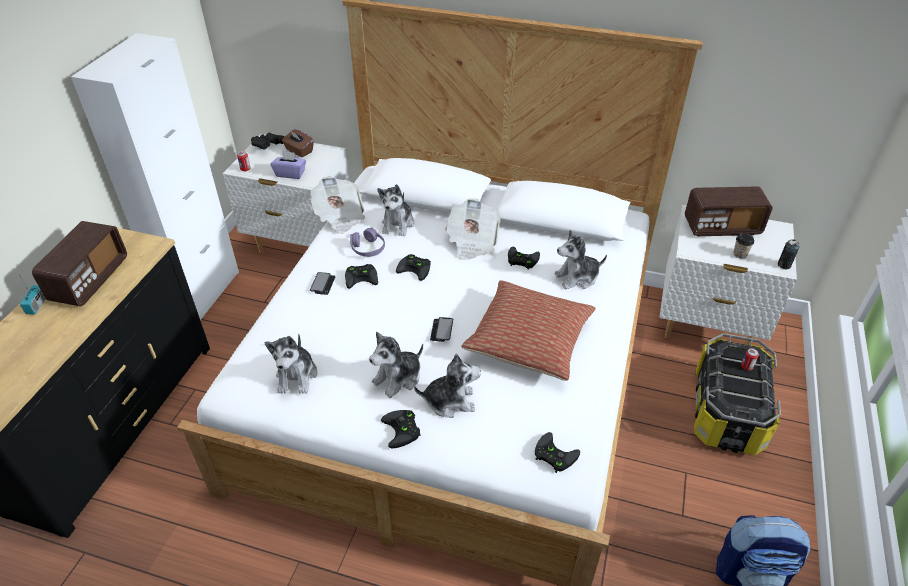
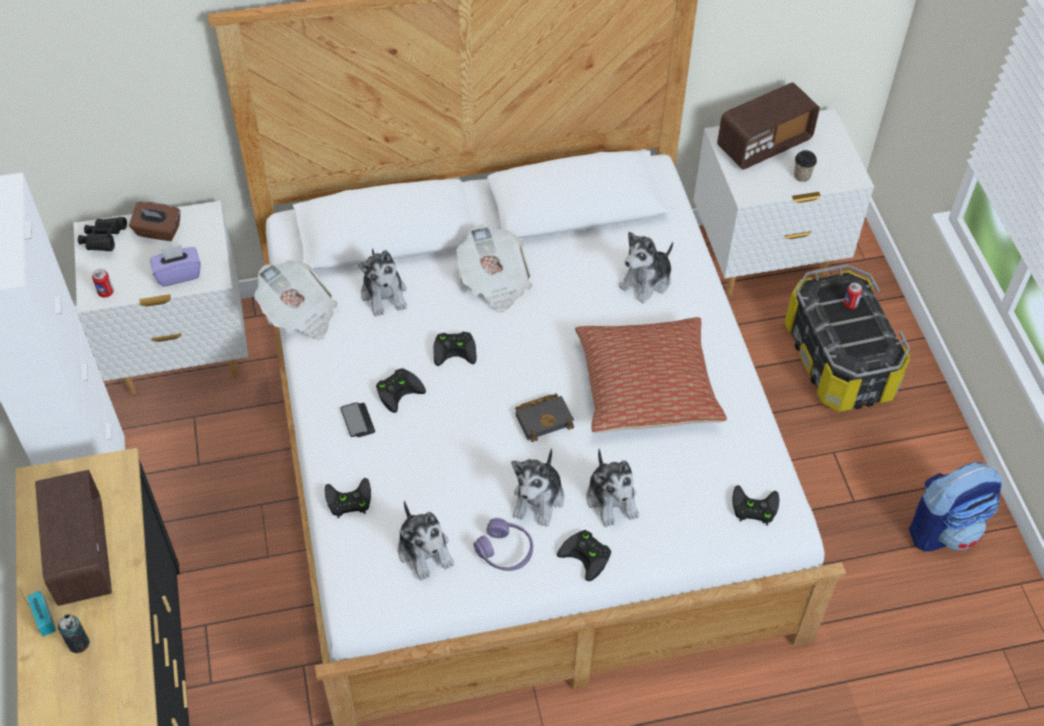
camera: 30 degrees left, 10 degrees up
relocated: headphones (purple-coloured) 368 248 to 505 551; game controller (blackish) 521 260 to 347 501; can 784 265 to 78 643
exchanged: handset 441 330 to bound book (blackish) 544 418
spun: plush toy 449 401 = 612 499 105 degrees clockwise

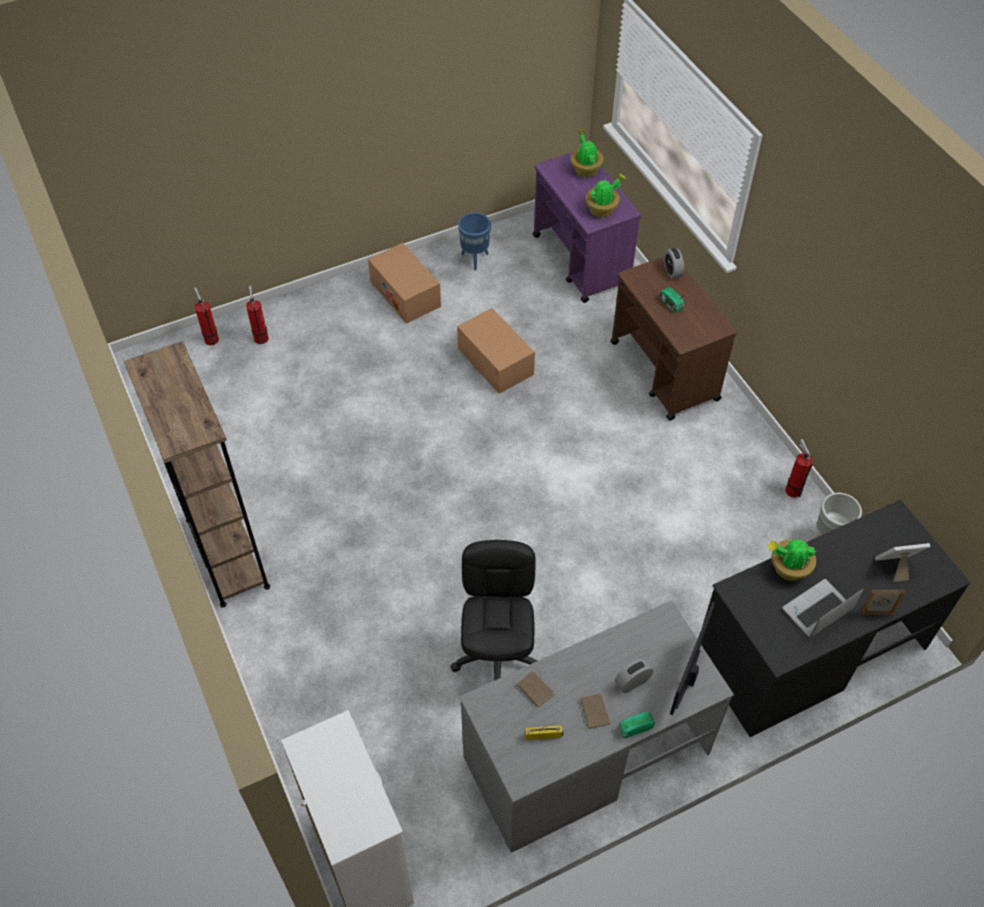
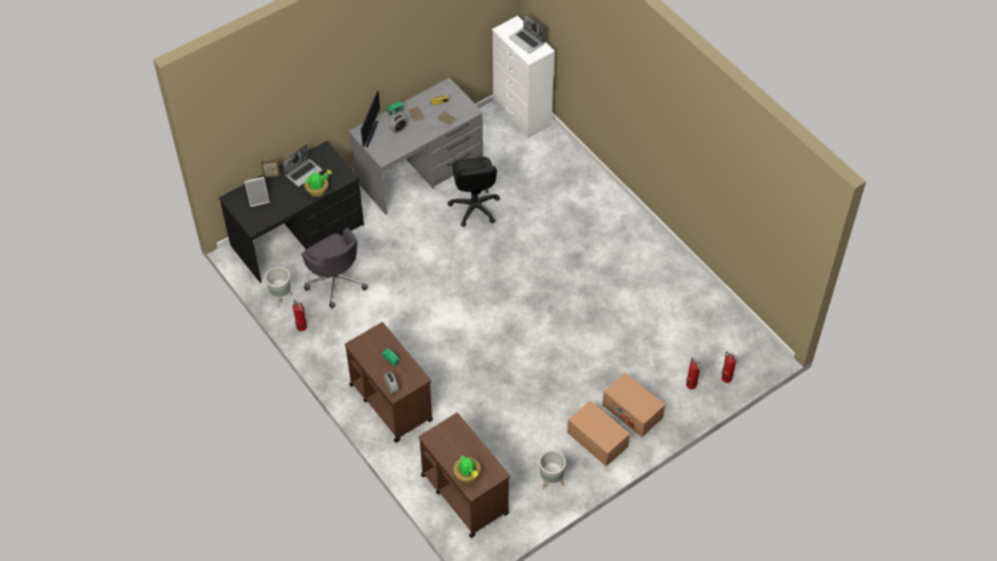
camera: 170 degrees right, 0 degrees up
missing: bookshelf (brownish) 227 552; plant in a pot 602 209
appeared: office chair (grey) 335 280; notebook computer 527 41
relocated: cardboard box 495 361 to 632 411
colour: flower pot (blue-coloured) 475 259 to flower pot (grey) 551 482; trolley (purple-coloured) 581 261 to trolley (brownish) 464 493

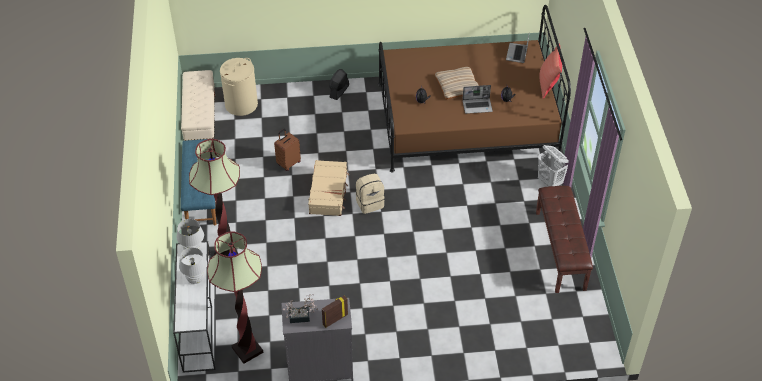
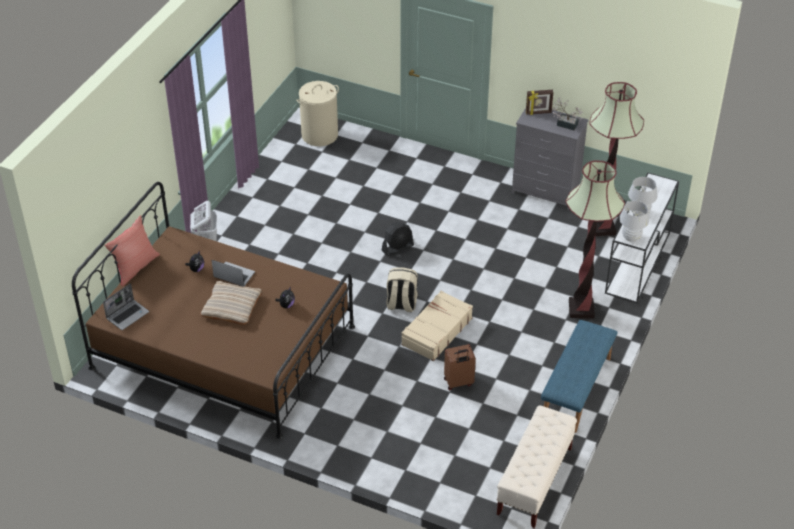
camera: 150 degrees left, 5 degrees down
missing: bench (brownish) 561 250
relocated: hamper (beige-coloured) 241 104 to 319 135; electric fan (blackish) 339 91 to 397 248

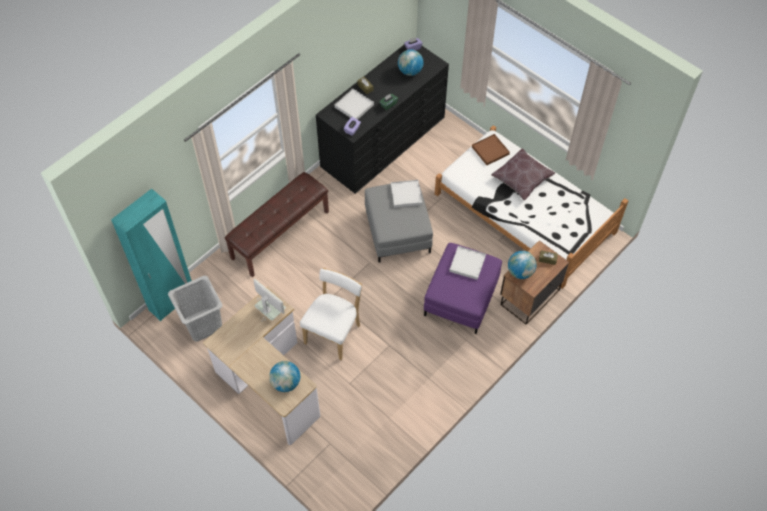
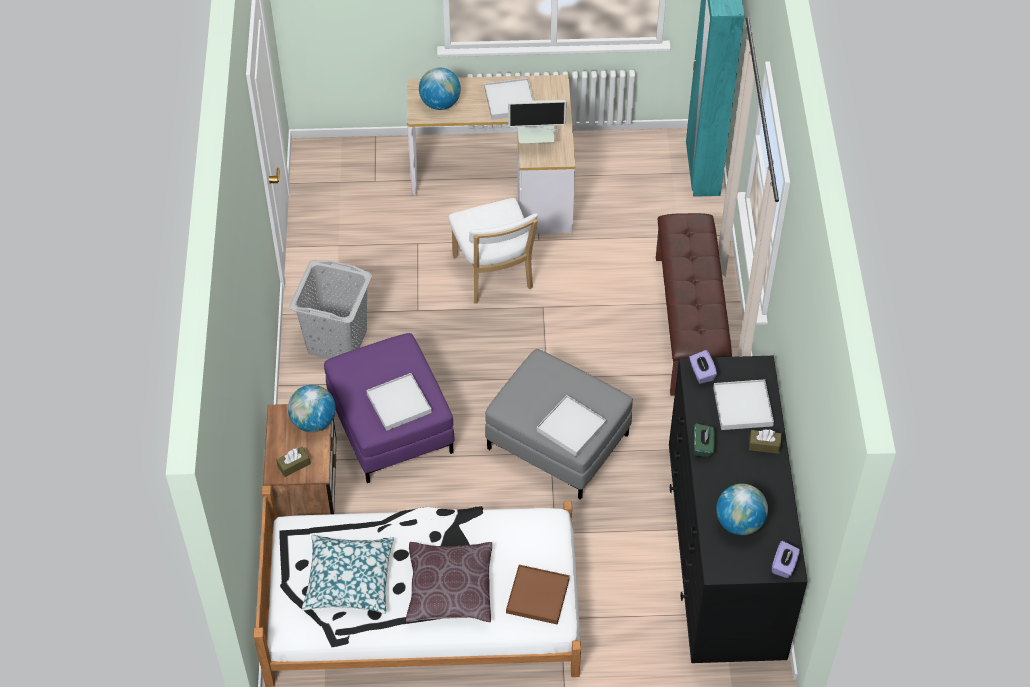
camera: 135 degrees right, 5 degrees down
appeared: throw pillow 349 580; serving tray (white) 510 101
relocated: hamper (grey) 202 324 to 338 340

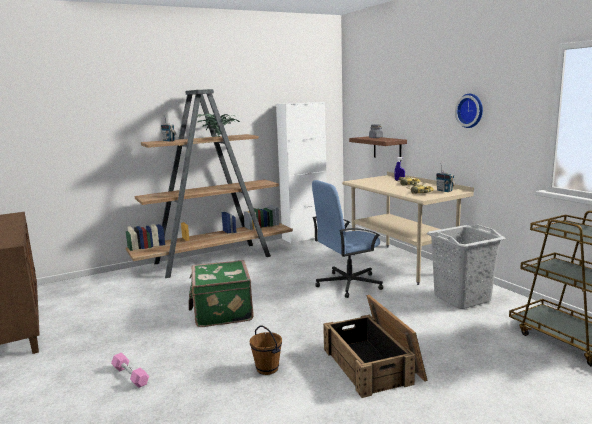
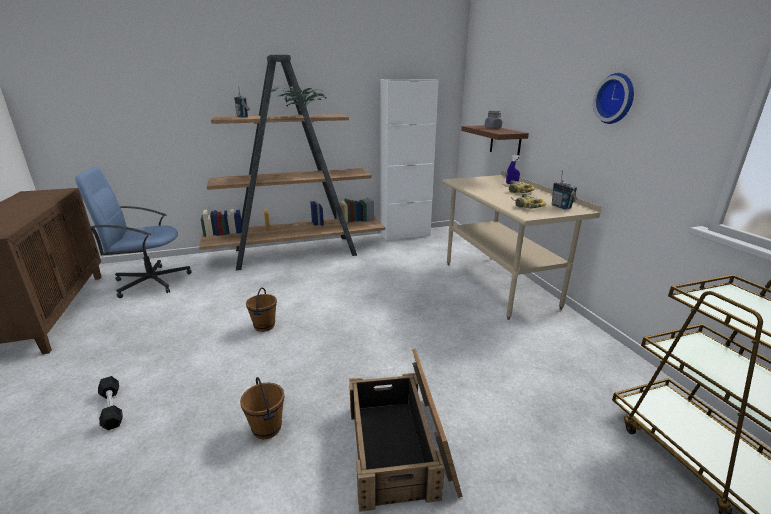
camera: 10 degrees right, 10 degrees up
missing: hamper (grey) 462 298
relocated: office chair (blue-coloured) 348 284 to 150 281
exchanged: travel case (greenish) 221 312 to bucket (brownish) 265 326
colour: free weight (pink) 130 376 to free weight (blackish) 112 408

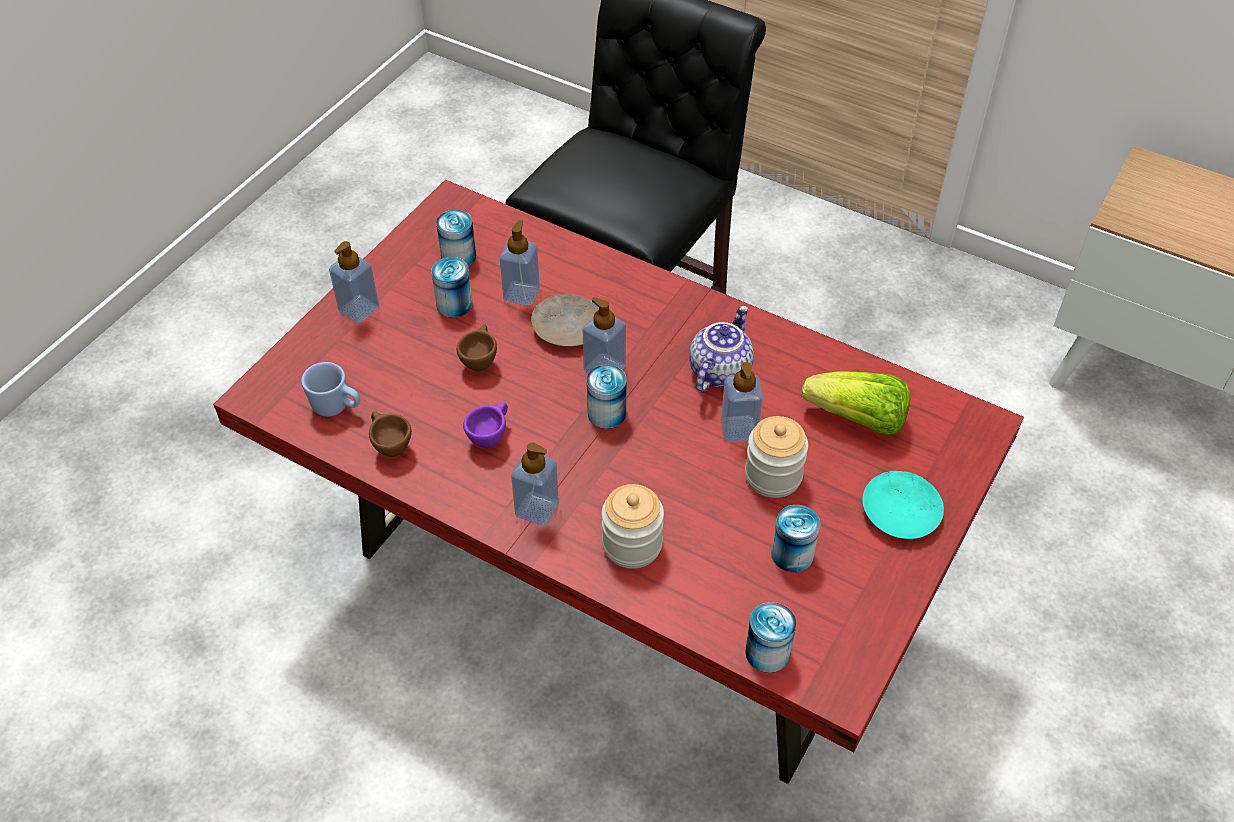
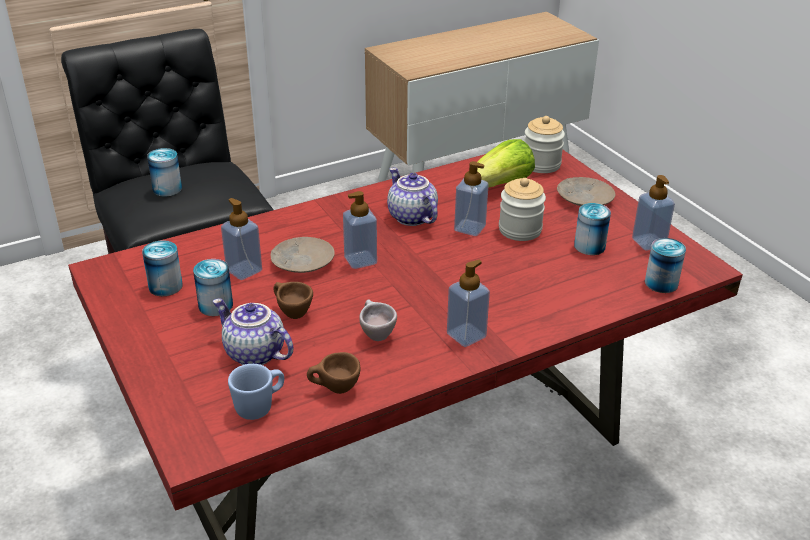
camera: 60 degrees left, 15 degrees down
appeared: pot for tea 253 354
relocated: soap dispenser 359 309 to 648 242; can 606 413 to 167 189; preserve jar 632 544 to 541 164
colour: small cup (purple-coloured) 490 437 to small cup (beige-coloured) 375 334; plate (turquoise) 901 510 to plate (beige-coloured) 584 198

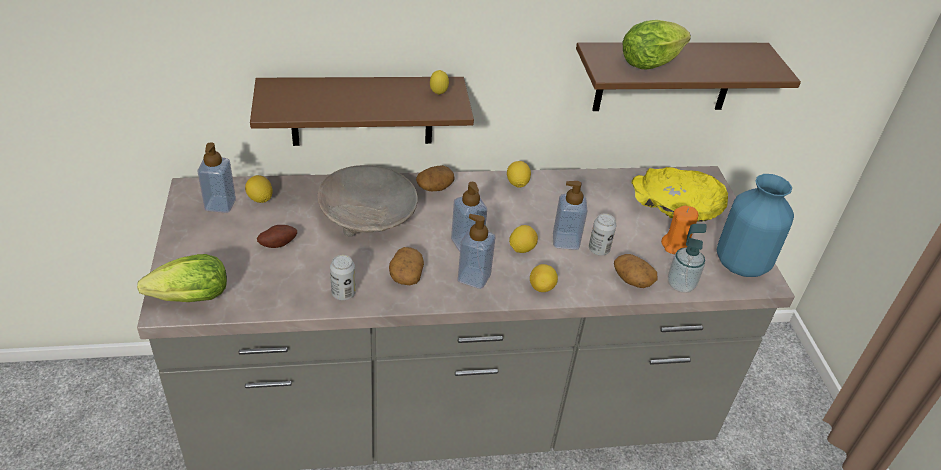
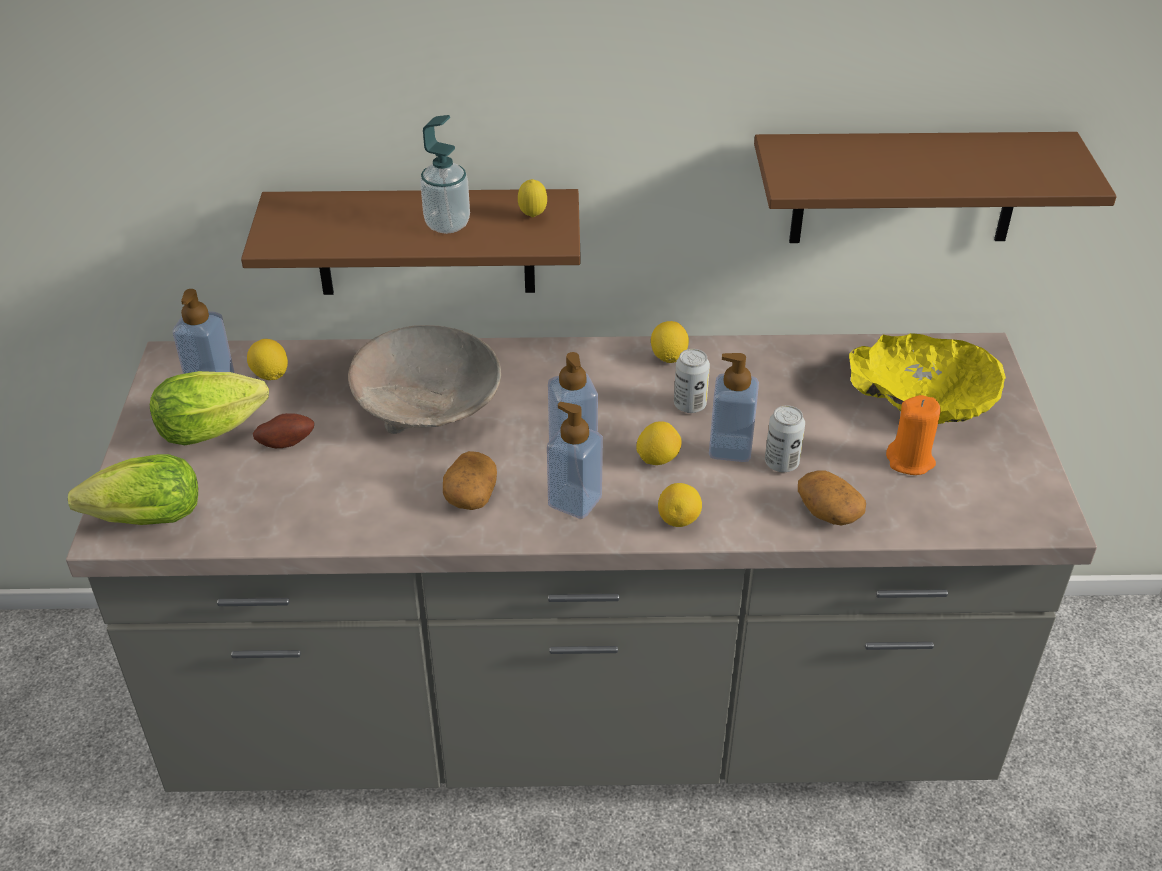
camera: 10 degrees right, 0 degrees up
missing: spud 435 187; flower vase (blue-coloured) 742 264
relocated: can 343 293 to 690 405; head of lettuce 653 63 to 217 429; soap dispenser 681 284 to 447 224

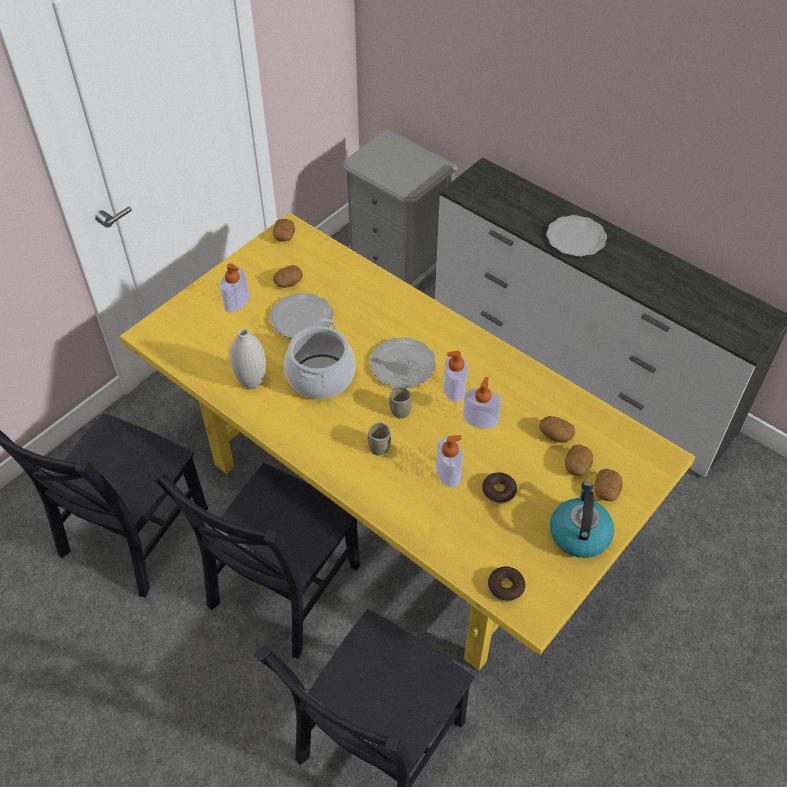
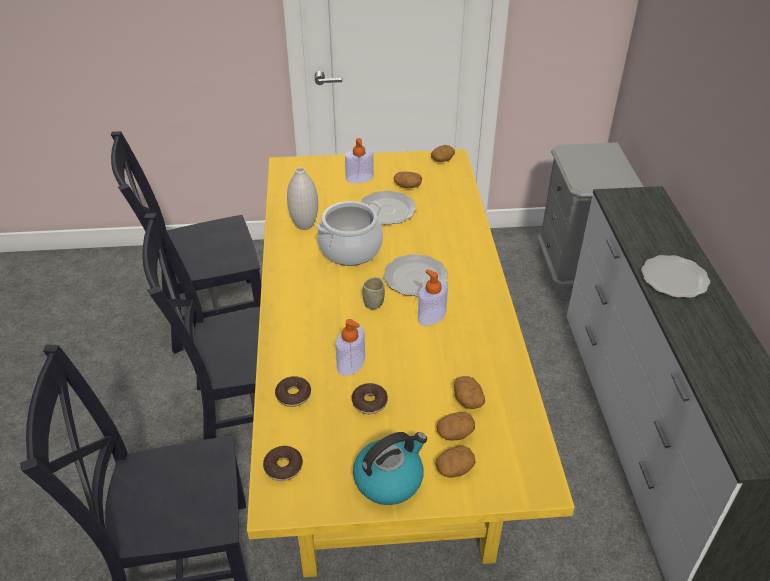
camera: 45 degrees right, 10 degrees down
missing: small cup 379 447; soap dispenser 480 419
appeared: ring doughnut 293 395

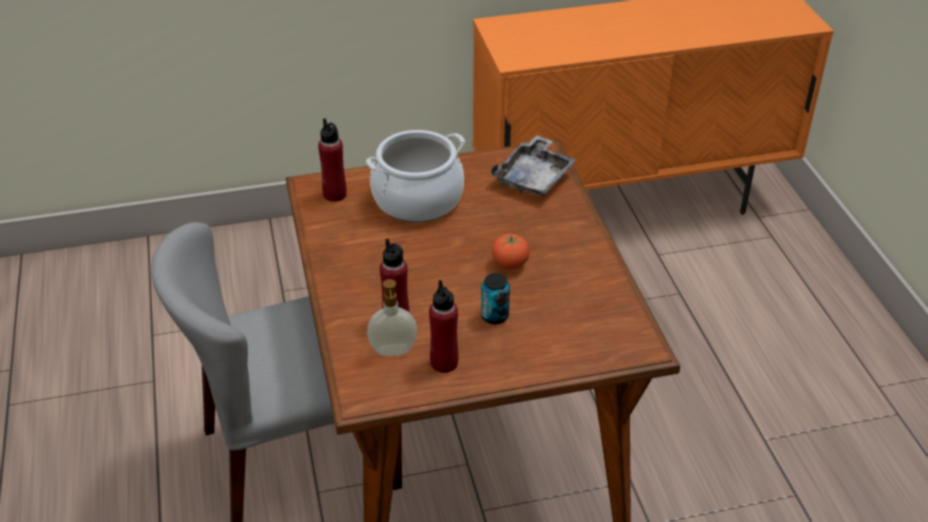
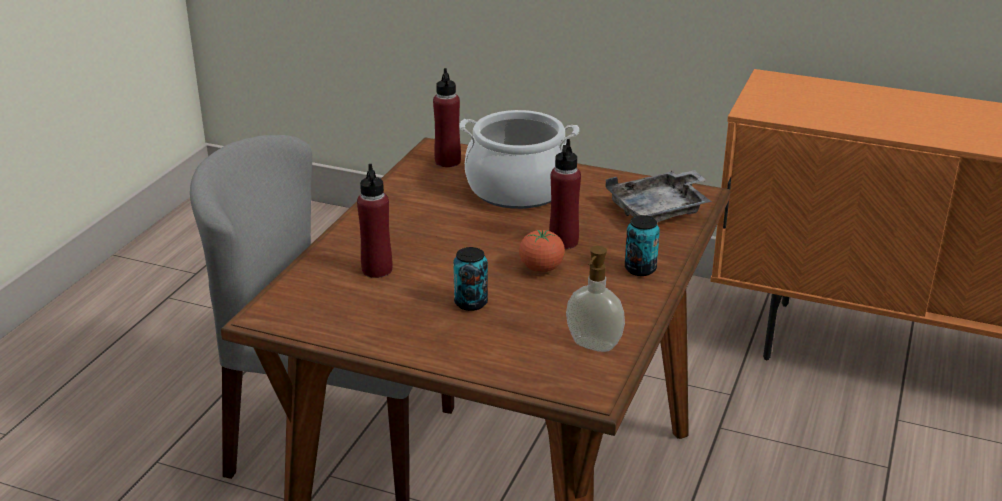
camera: 35 degrees right, 10 degrees down
appeared: can 640 269
relocated: soap dispenser 393 351 to 593 346; beverage bottle (reddish) 444 363 to 563 242

